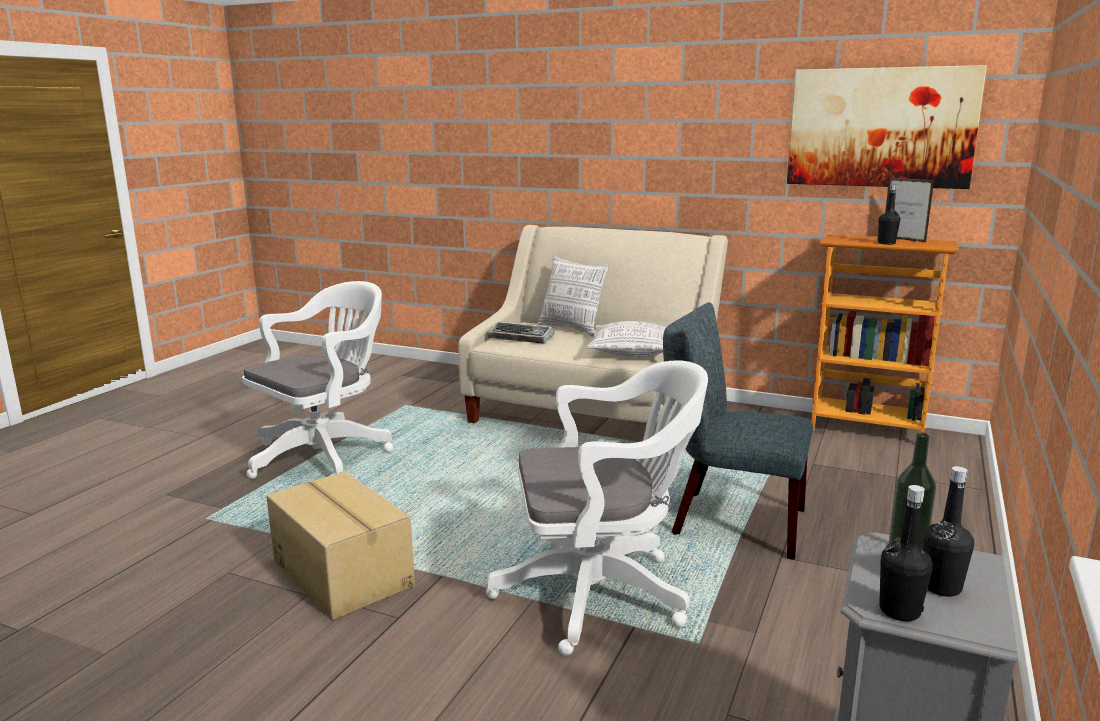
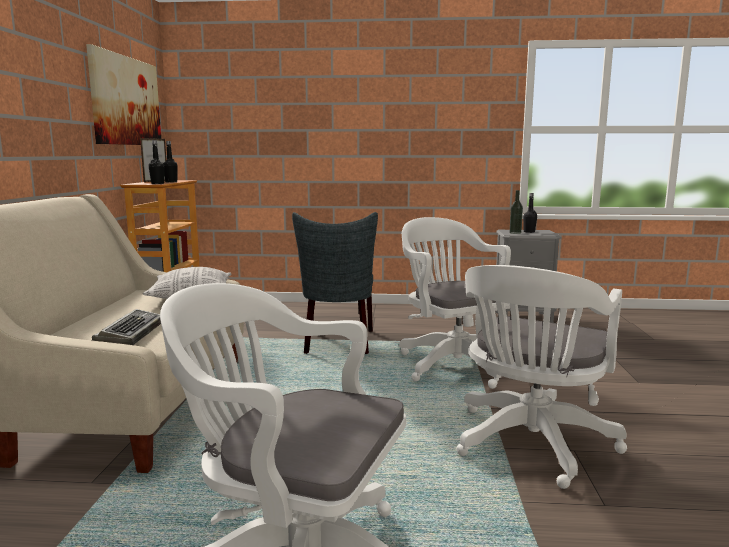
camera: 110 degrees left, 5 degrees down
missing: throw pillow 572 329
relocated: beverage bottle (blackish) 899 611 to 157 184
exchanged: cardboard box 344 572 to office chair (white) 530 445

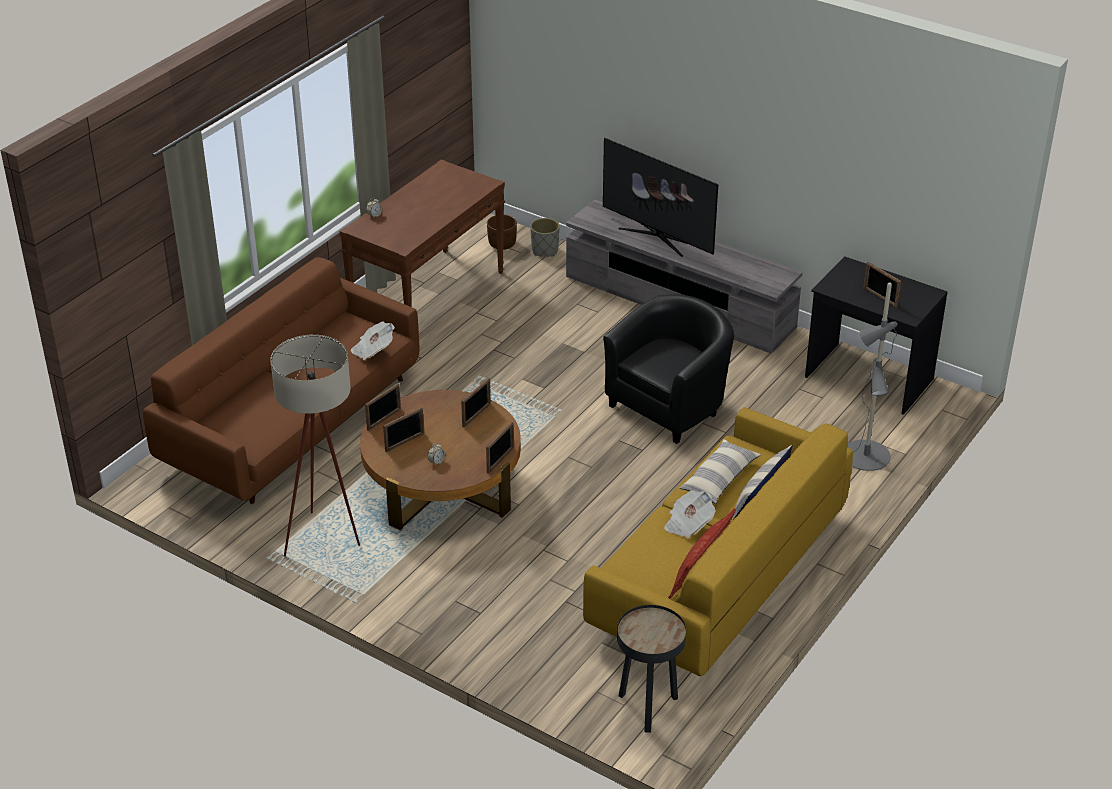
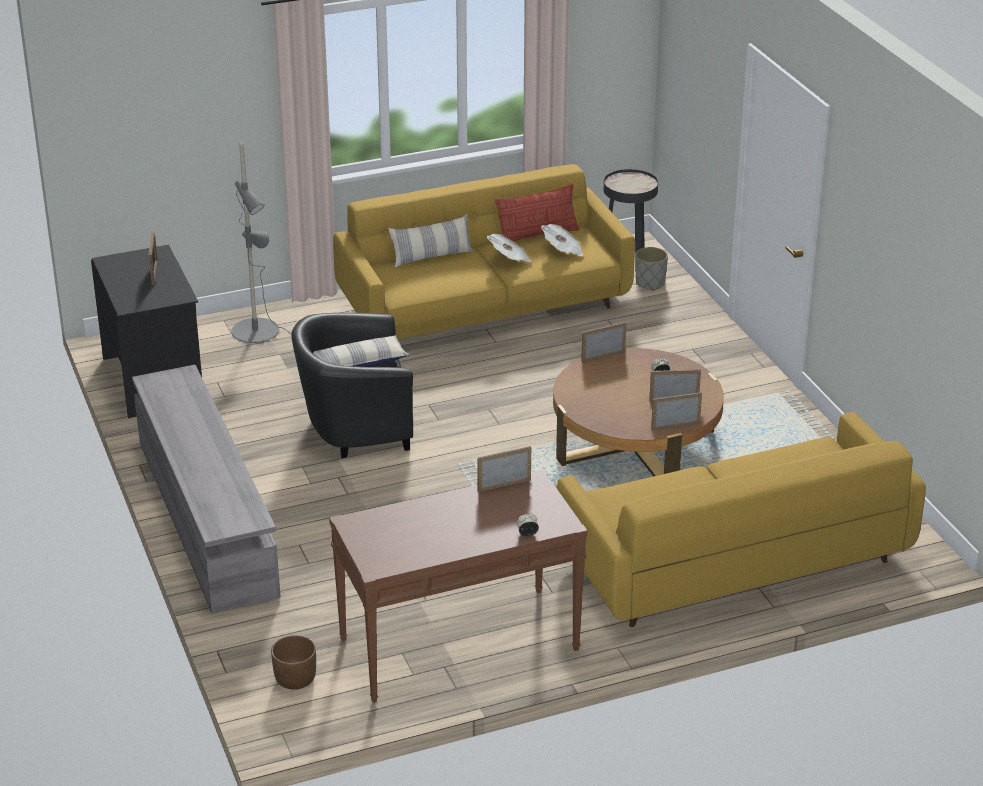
camera: 145 degrees left, 5 degrees down
missing: standing lamp (beige-coloured) 327 540; television 657 237
relocated: printed paper 373 350 to 563 250; photo frame 476 415 to 504 485; flower pot (grey) 545 251 to 649 283; throw pillow 719 479 to 359 363
colour: settee (brownish) 294 422 to settee (yellowish) 732 558

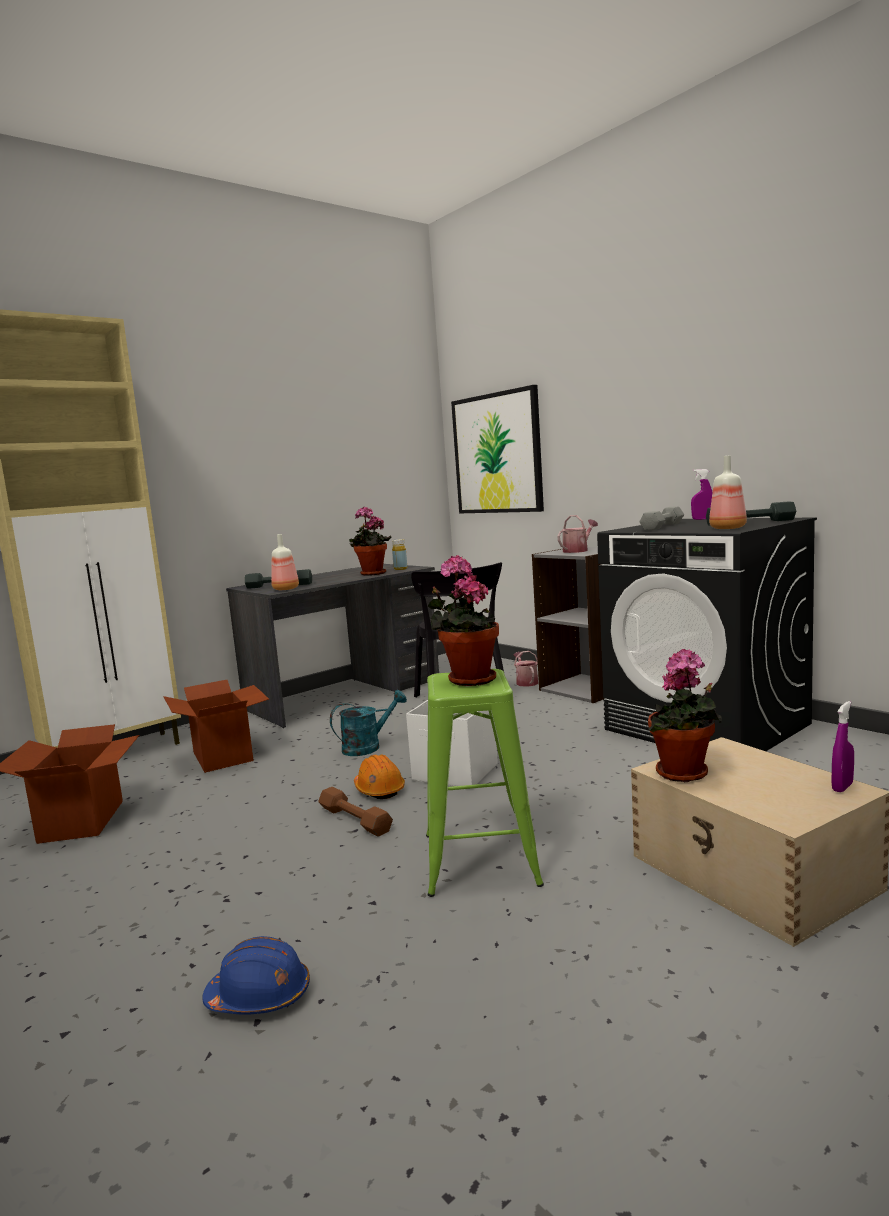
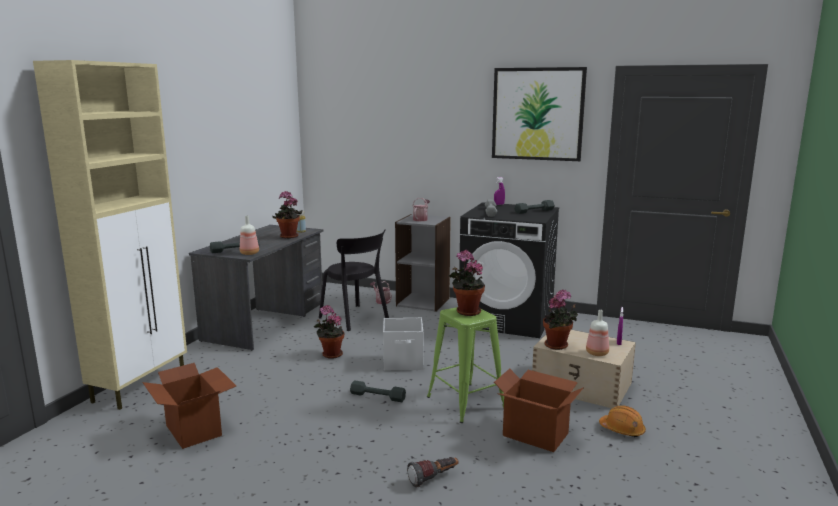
camera: 30 degrees left, 5 degrees up
relocated: cardboard box 224 756 to 535 434; safety helmet (orangey) 379 789 to 622 430; picture 497 453 to 537 114; beverage bottle 727 528 to 596 353
exchanged: safety helmet (blue-coloured) 260 996 to flashlight 434 478; sprinkling can (turquoise) 368 747 to plant in a pot 330 354
colour: free weight (brownish) 354 820 to free weight (grey) 377 396

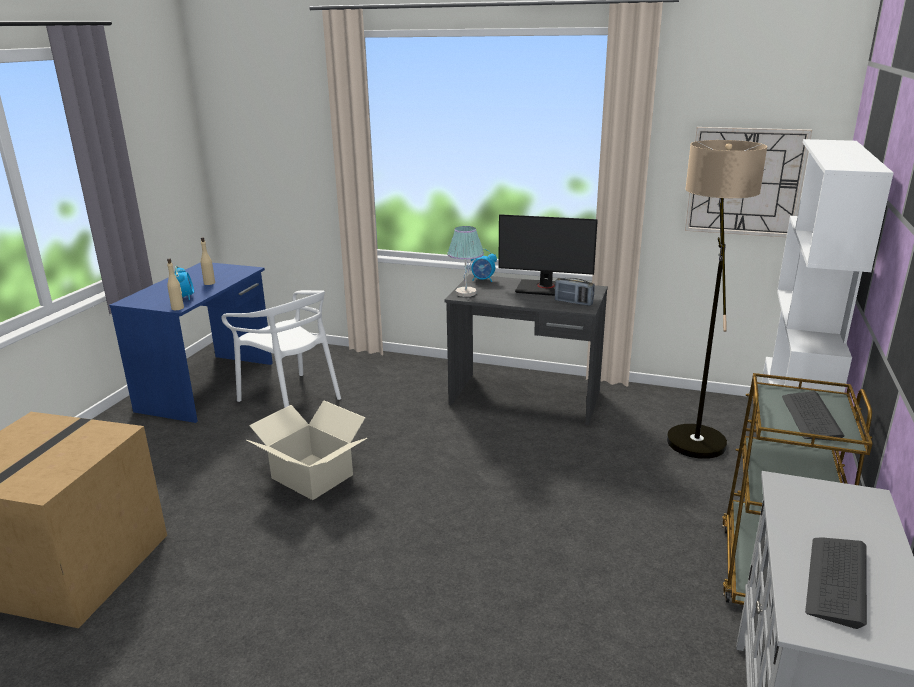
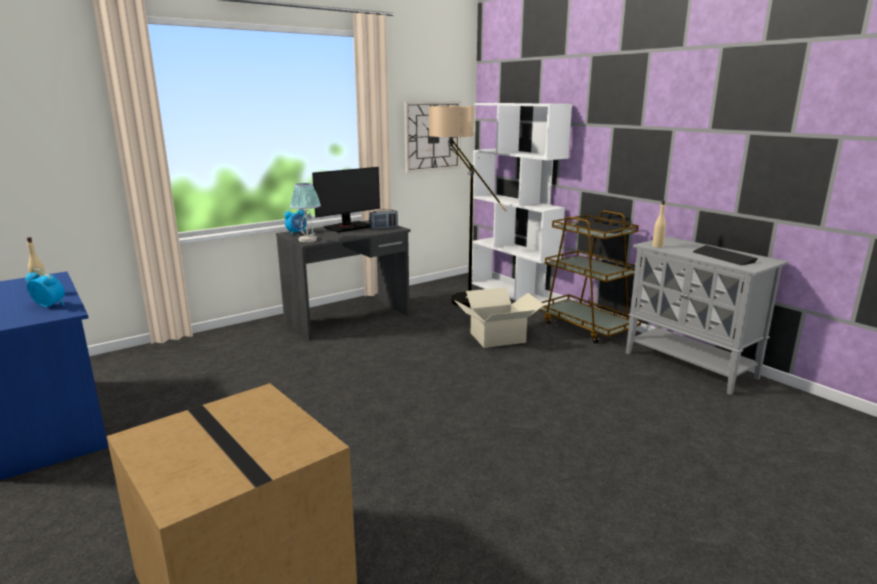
camera: 55 degrees left, 5 degrees down
missing: plain chair (white) 291 398
relocated: beverage bottle (beige-coloured) 178 308 to 657 246; cardboard box 312 476 to 497 337

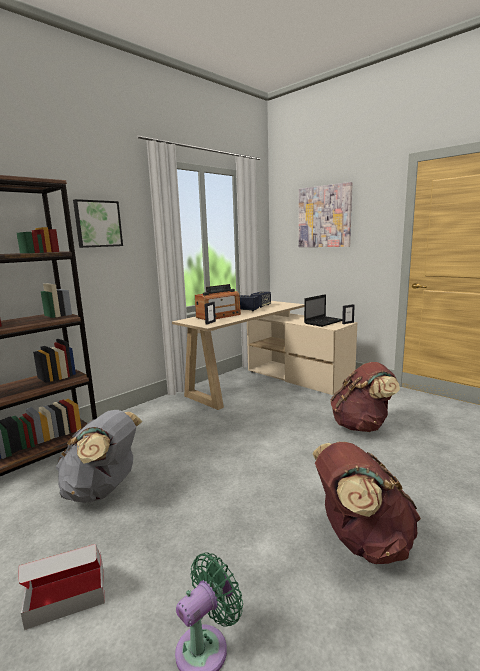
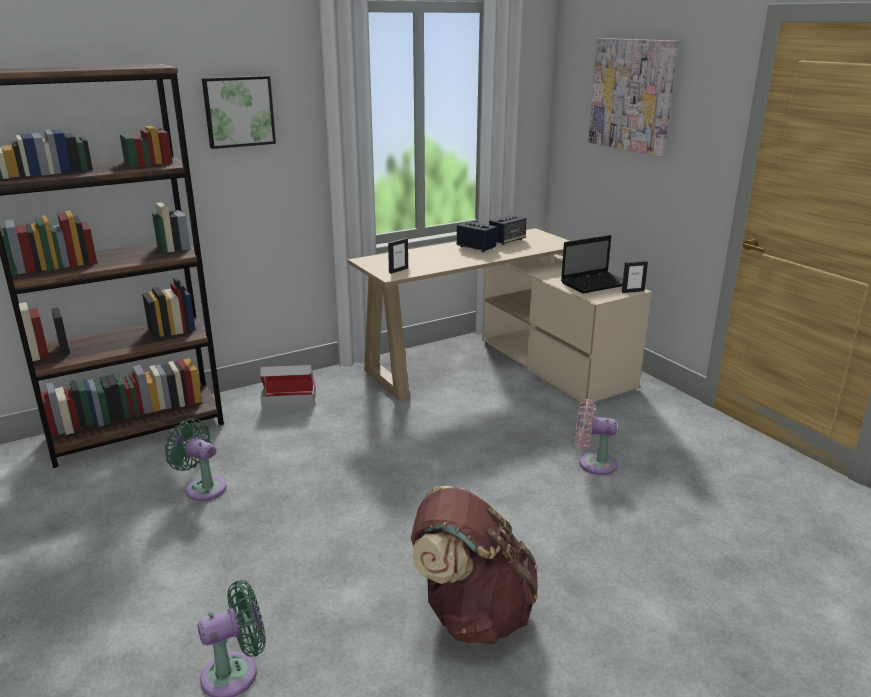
camera: 15 degrees right, 10 degrees up
missing: radio receiver 218 316
relocated: cardboard box 67 595 to 289 399
exchanged: backpack (grey) 103 490 to electric fan (greenish) 203 487; backpack (brownish) 362 426 to electric fan (pink) 593 463

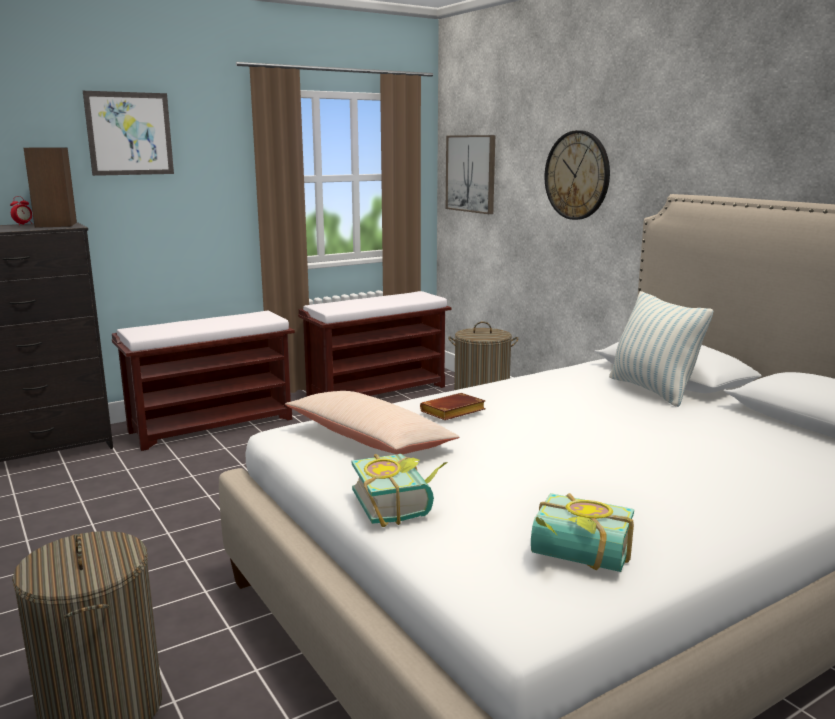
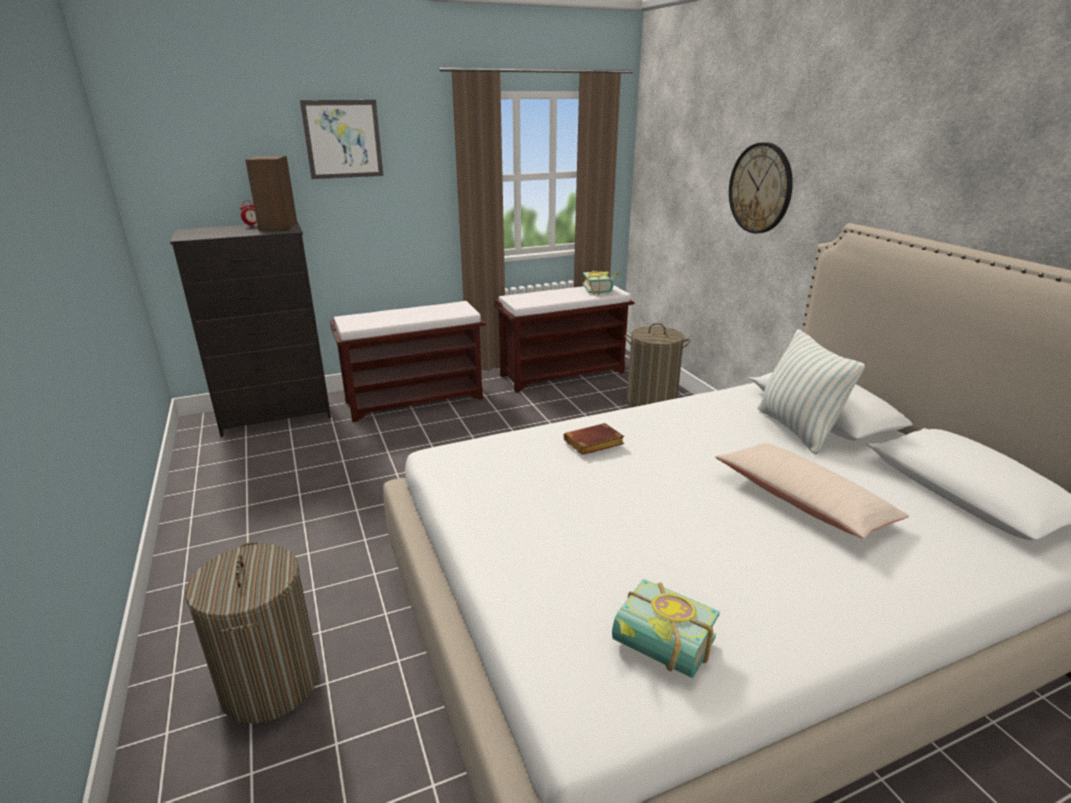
camera: 10 degrees right, 10 degrees up
missing: picture 471 173
relocated: throw pillow (beige-coloured) 369 439 to 802 501; bound book 400 505 to 600 290

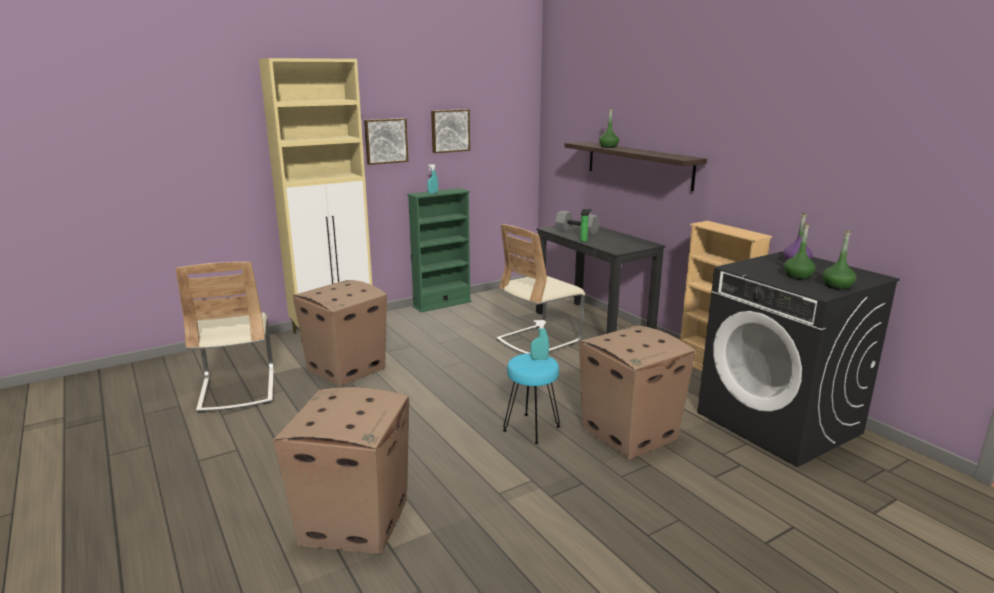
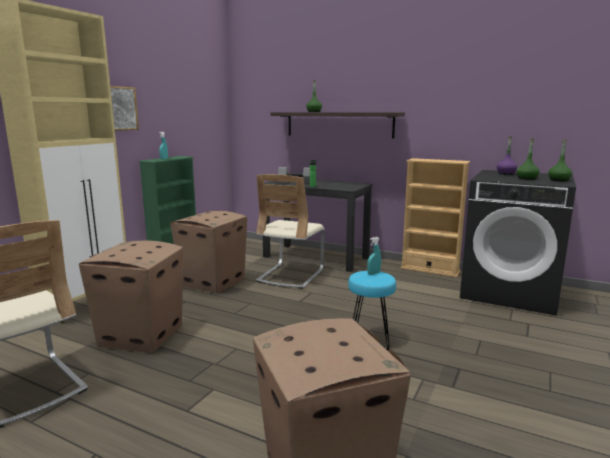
camera: 30 degrees left, 5 degrees down
missing: picture 450 130
relocated: cardboard box 630 434 to 213 282

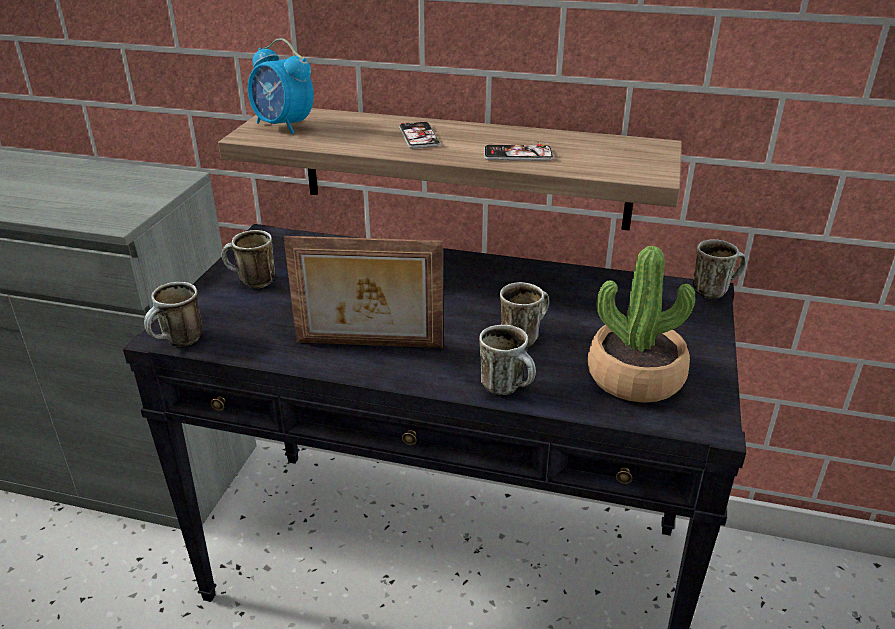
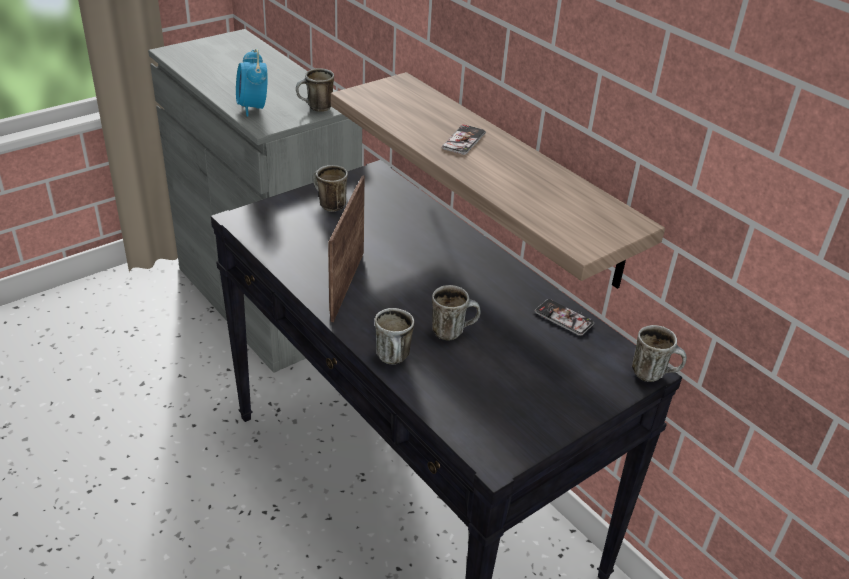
camera: 35 degrees right, 5 degrees up
missing: plant in a pot 635 377
relocated: coffee mug 179 342 to 316 108; table clock 283 126 to 253 108; handset 518 154 to 563 318
spun: photo frame 369 345 = 345 285 60 degrees clockwise

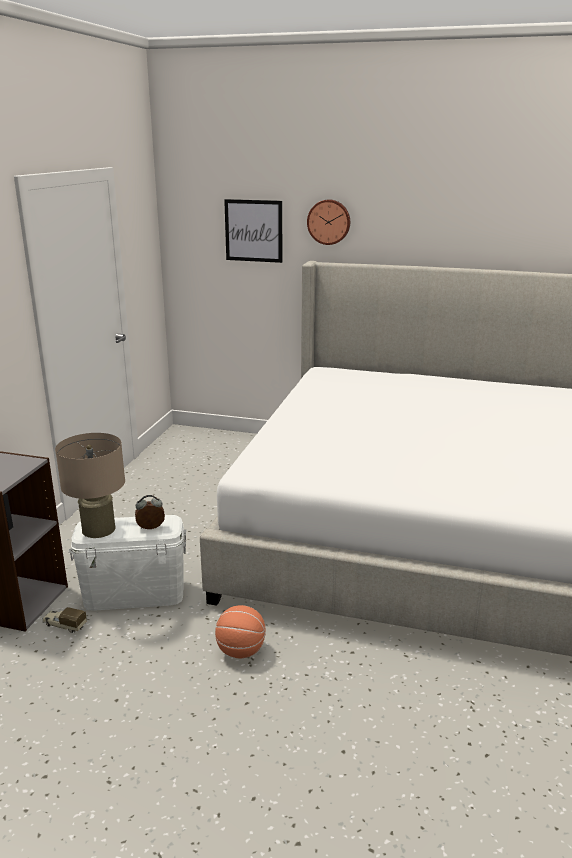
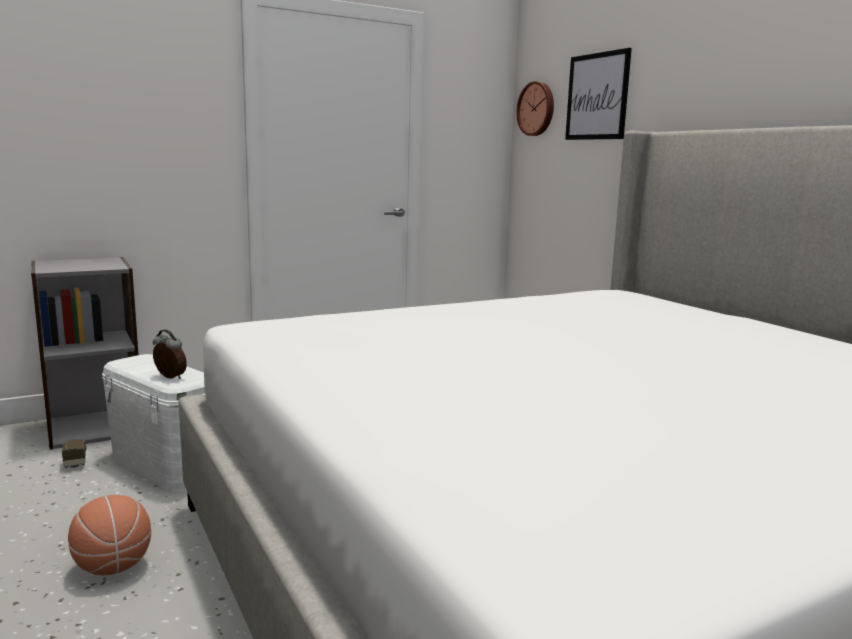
camera: 45 degrees right, 10 degrees down
missing: tabletop lamp (beige-coloured) 98 529
relocated: hanging clock 329 222 to 537 109

